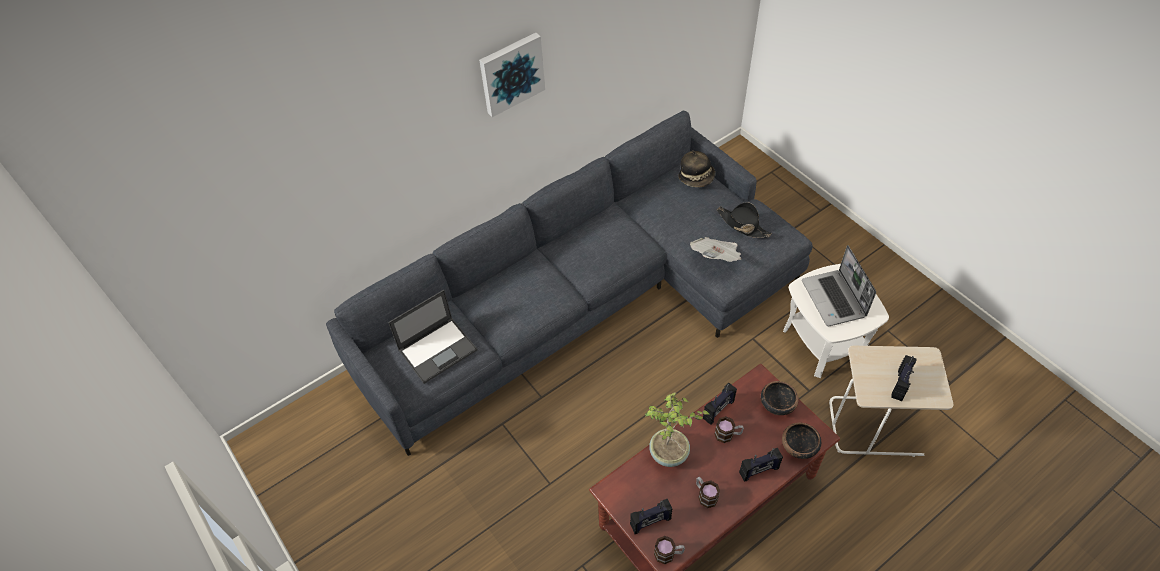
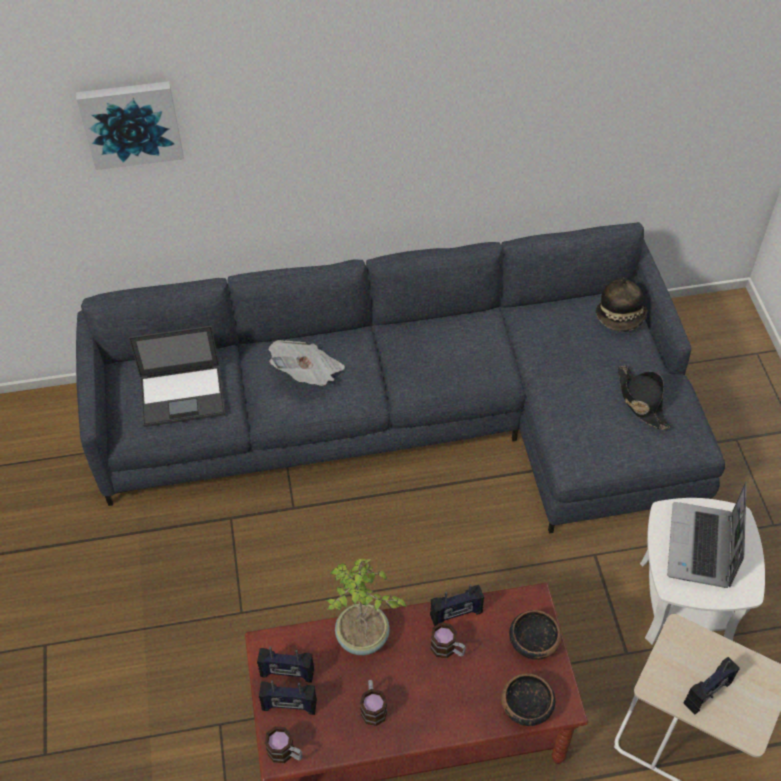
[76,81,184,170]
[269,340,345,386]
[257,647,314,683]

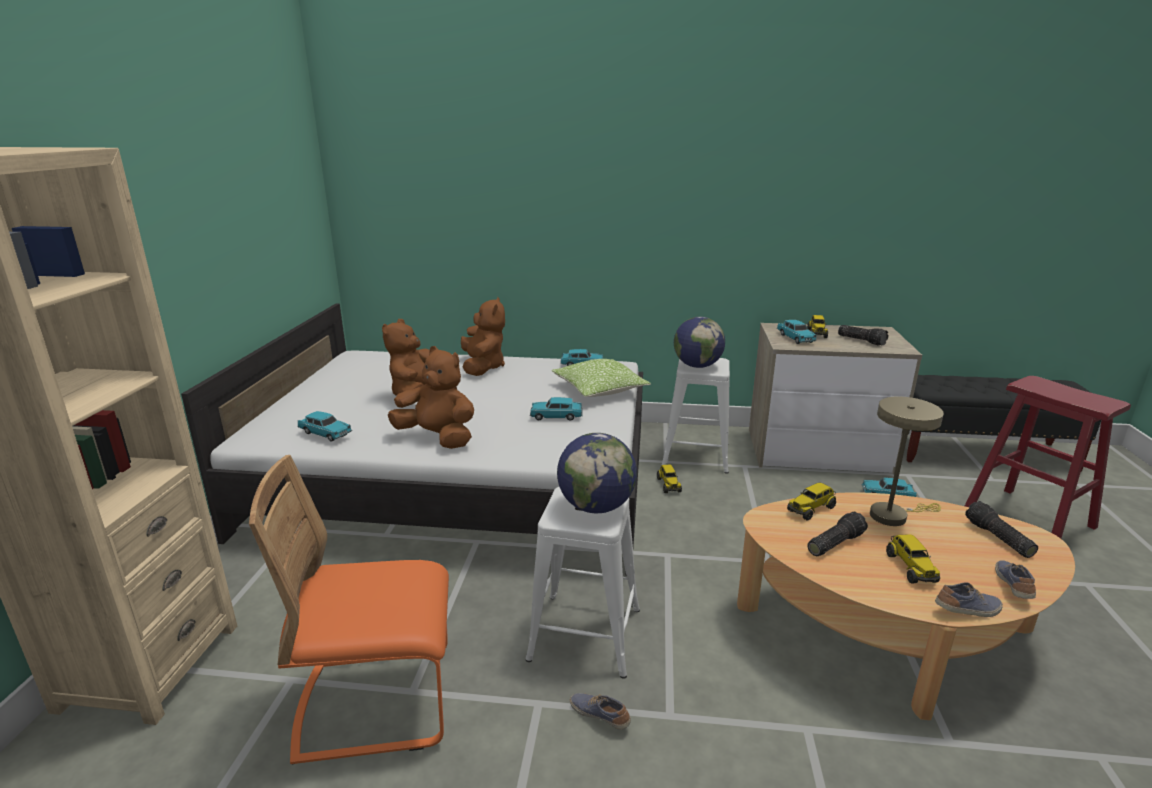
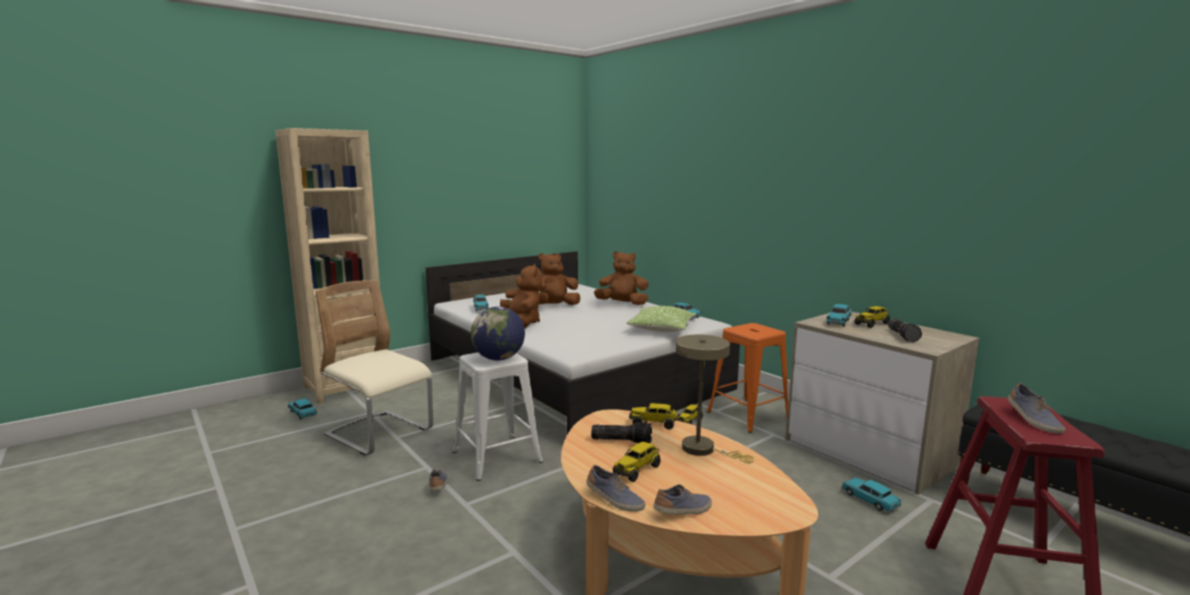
[674,317,725,368] (first image)
[965,501,1038,558] (first image)
[1008,383,1066,434]
[288,399,317,419]
[315,280,433,456]
[707,323,788,433]
[594,251,649,305]

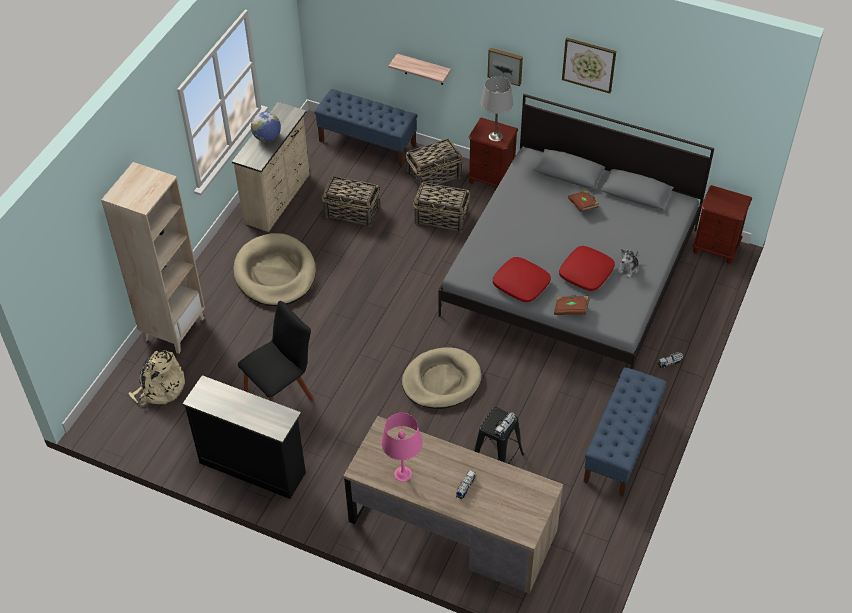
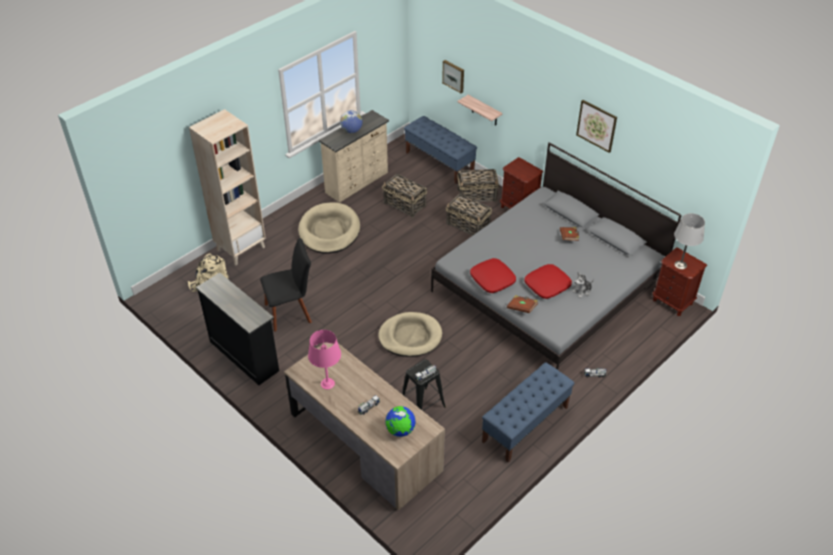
[385,406,416,437]
[674,213,705,269]
[442,60,464,93]

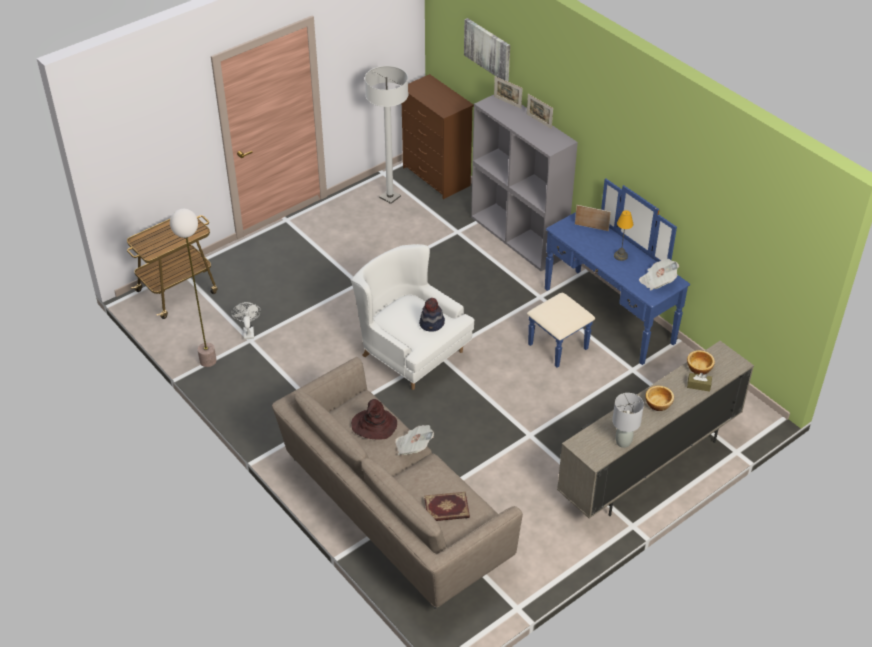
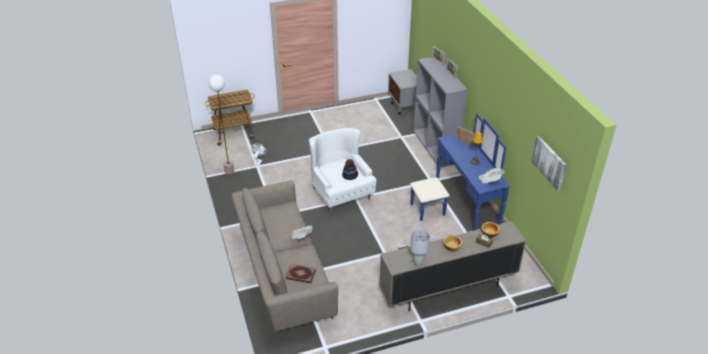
[351,399,397,440] (first image)
[365,66,408,204] (first image)
[531,136,566,191]
[388,69,417,114]

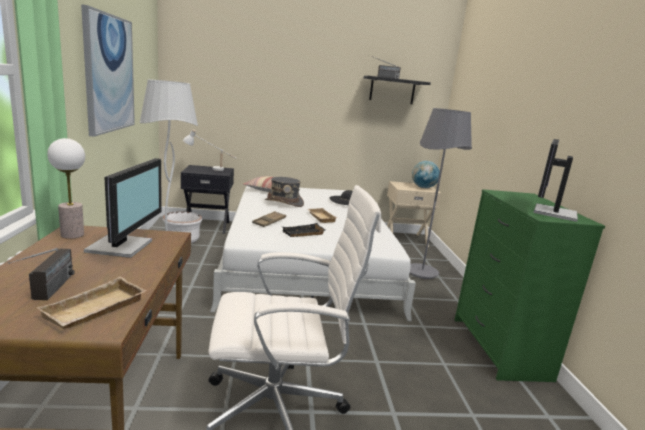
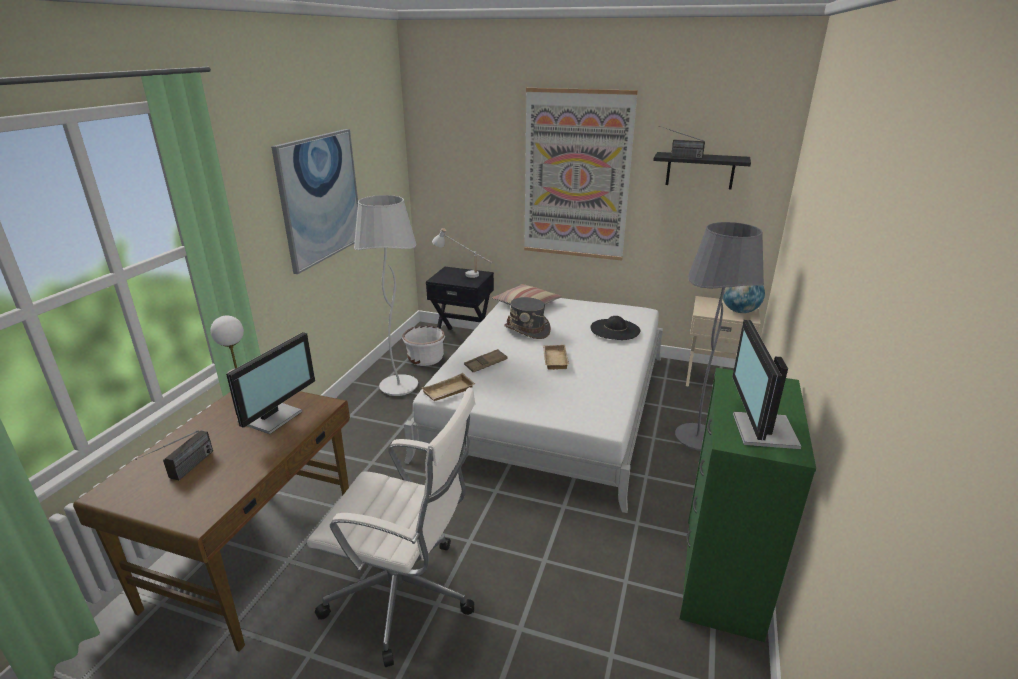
[282,223,325,237] (first image)
[524,88,638,261]
[422,373,475,401]
[732,320,801,449]

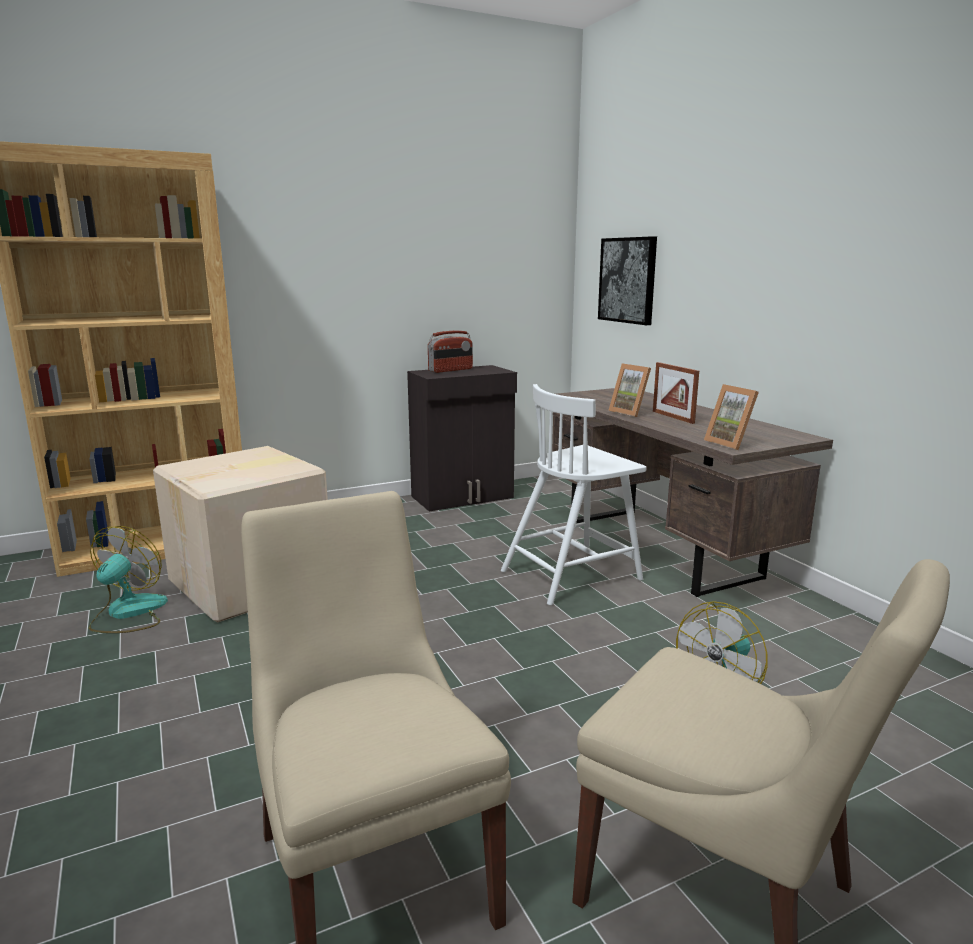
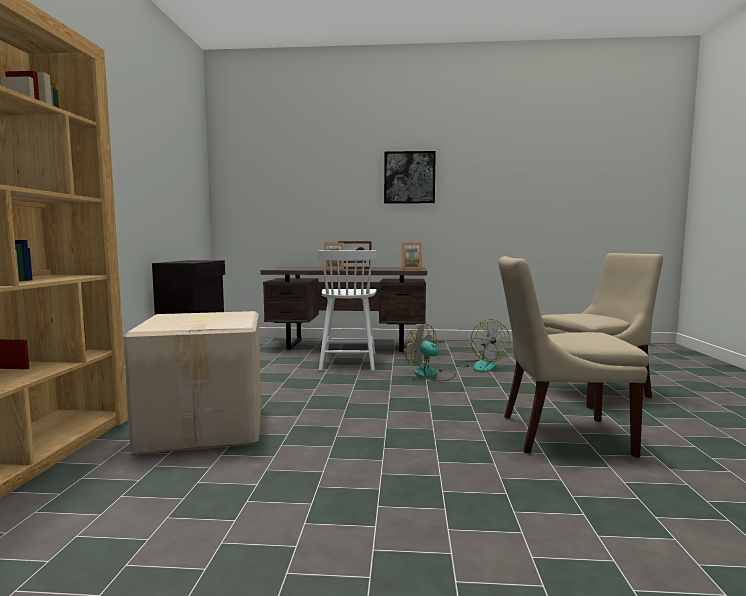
[428,331,473,373] (first image)
[404,324,456,381]
[384,151,436,204]

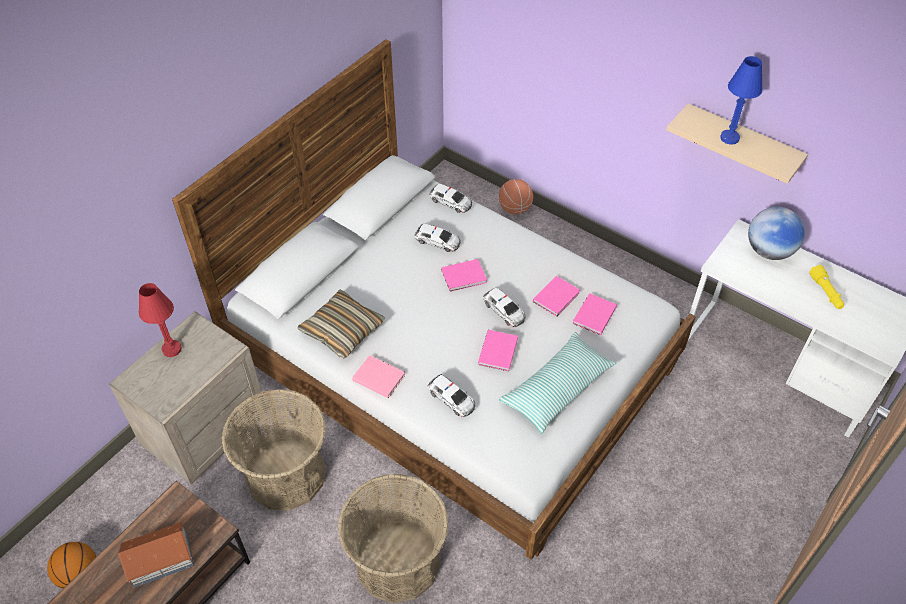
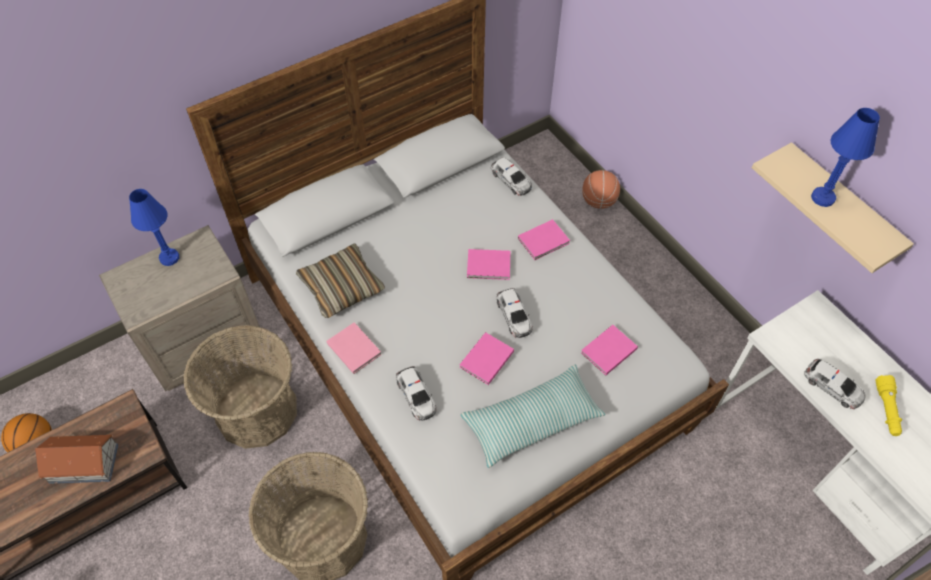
[748,207,805,260] (first image)
[804,359,865,409]
[518,219,570,260]
[129,189,179,266]

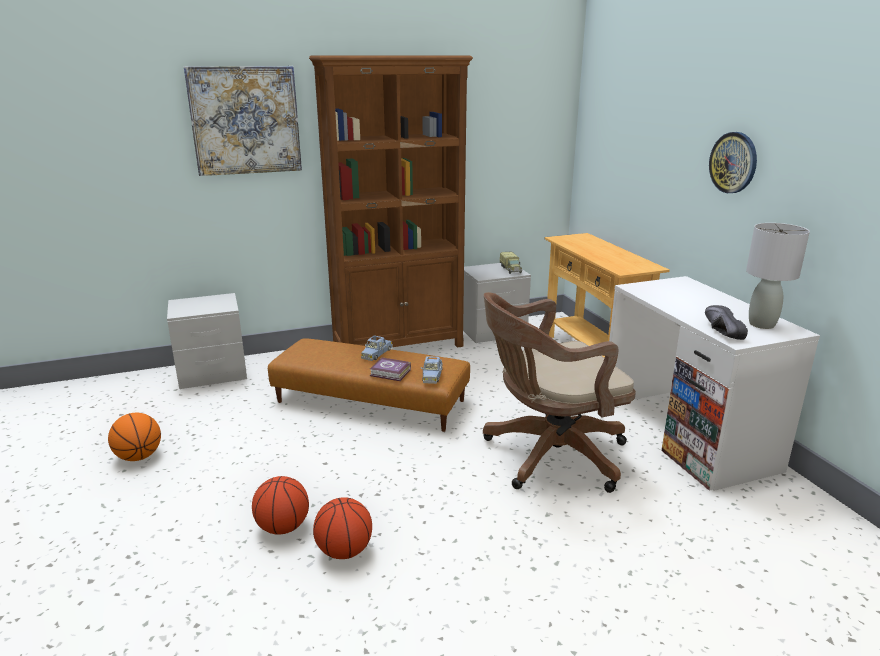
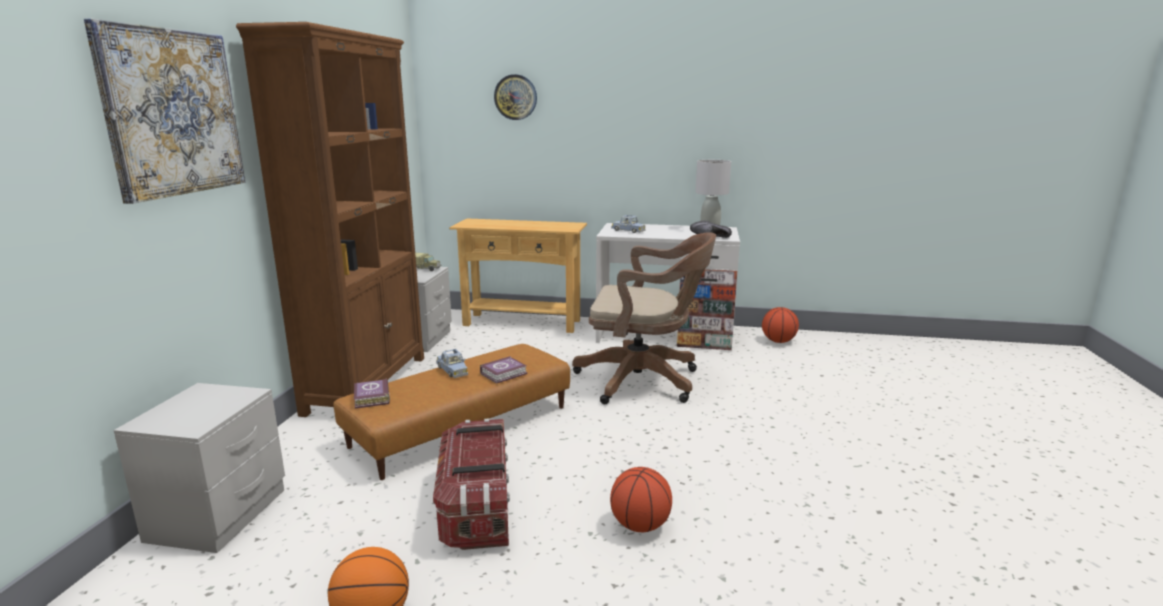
[354,378,390,408]
[433,418,510,550]
[762,307,799,343]
[611,215,646,233]
[494,74,537,120]
[572,232,716,404]

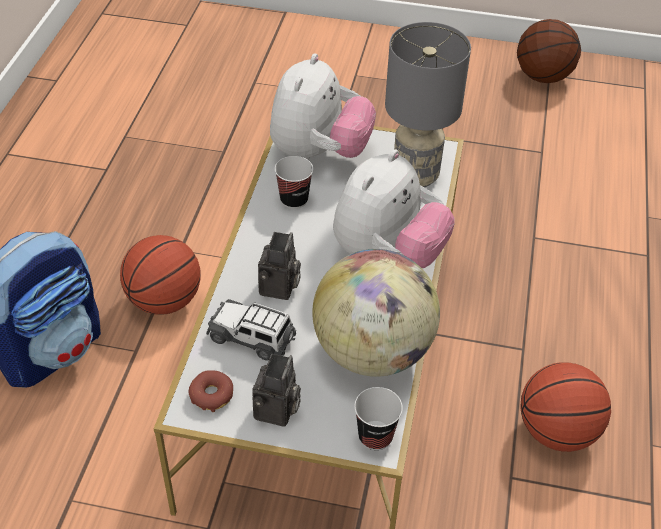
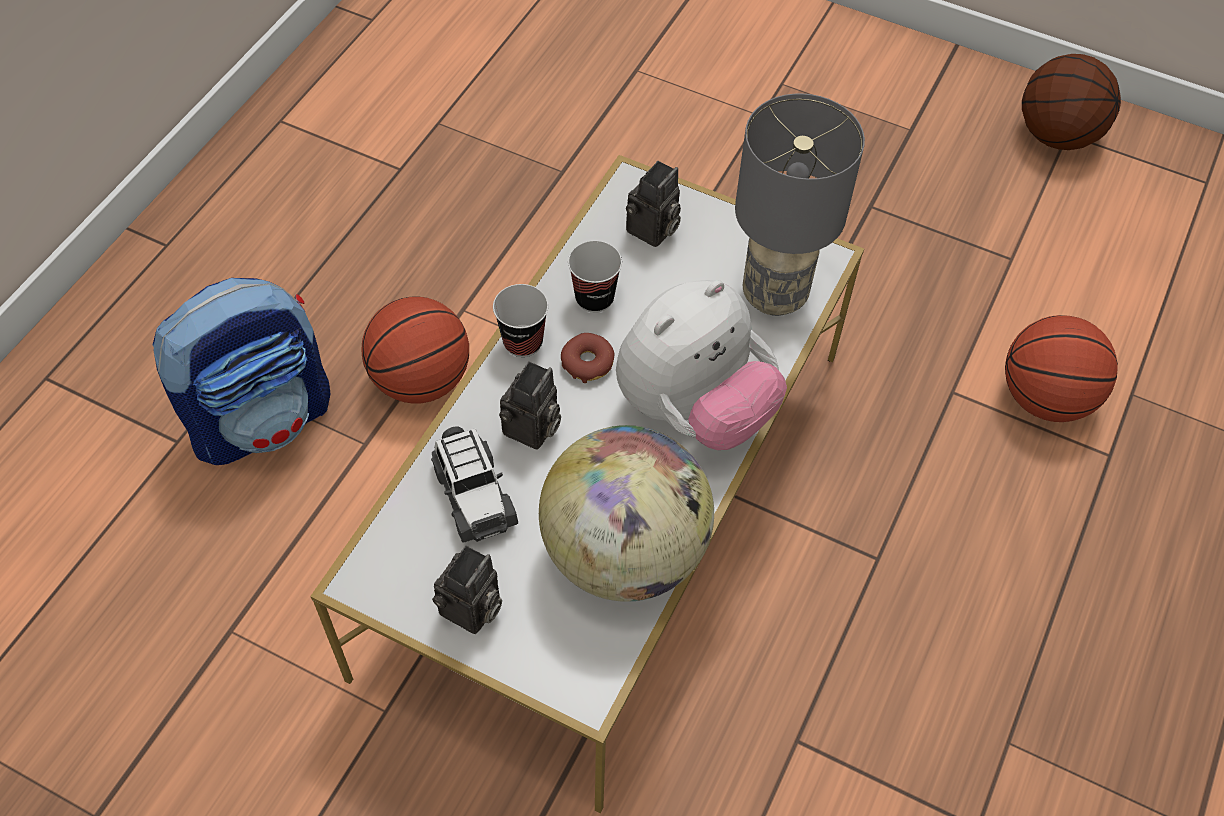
[561,333,614,383]
[493,284,549,357]
[1005,315,1118,422]
[626,161,681,247]
[431,426,518,542]

